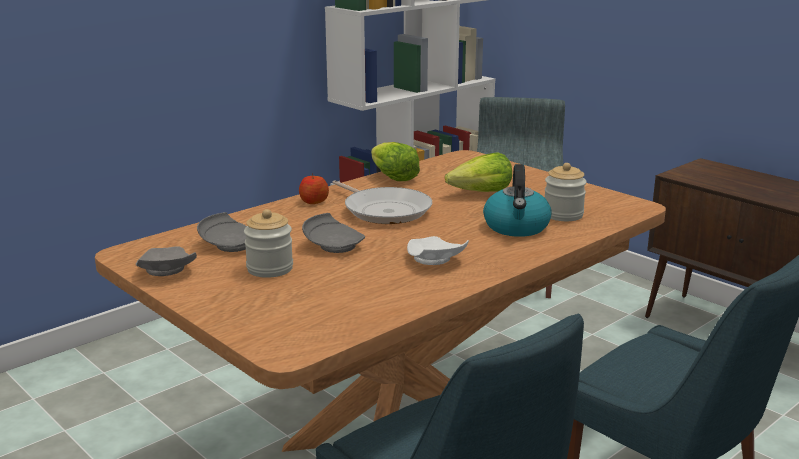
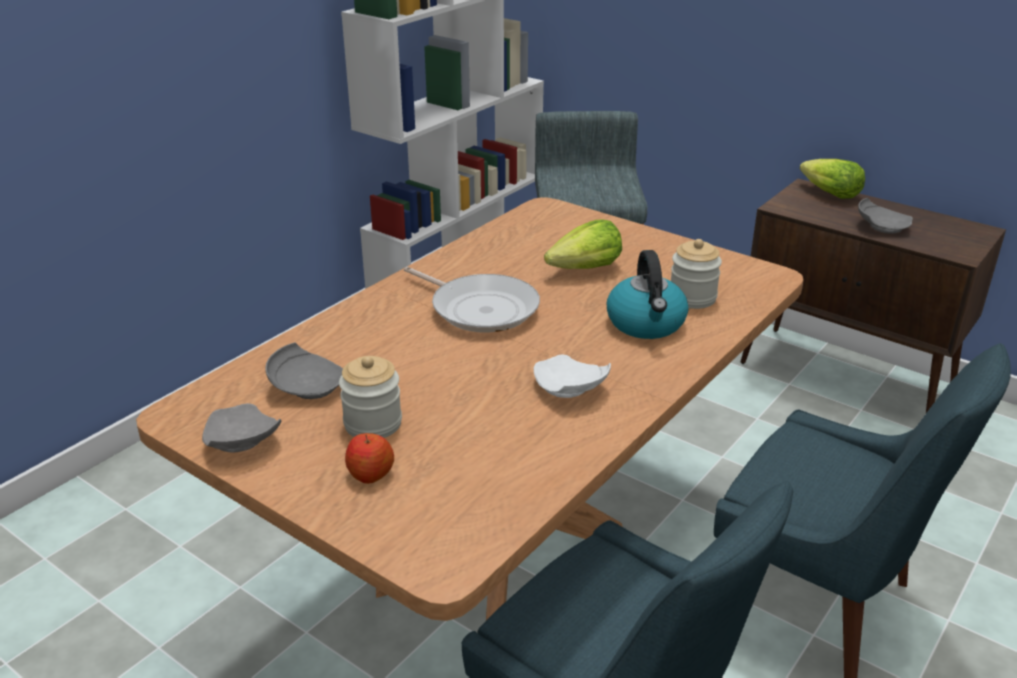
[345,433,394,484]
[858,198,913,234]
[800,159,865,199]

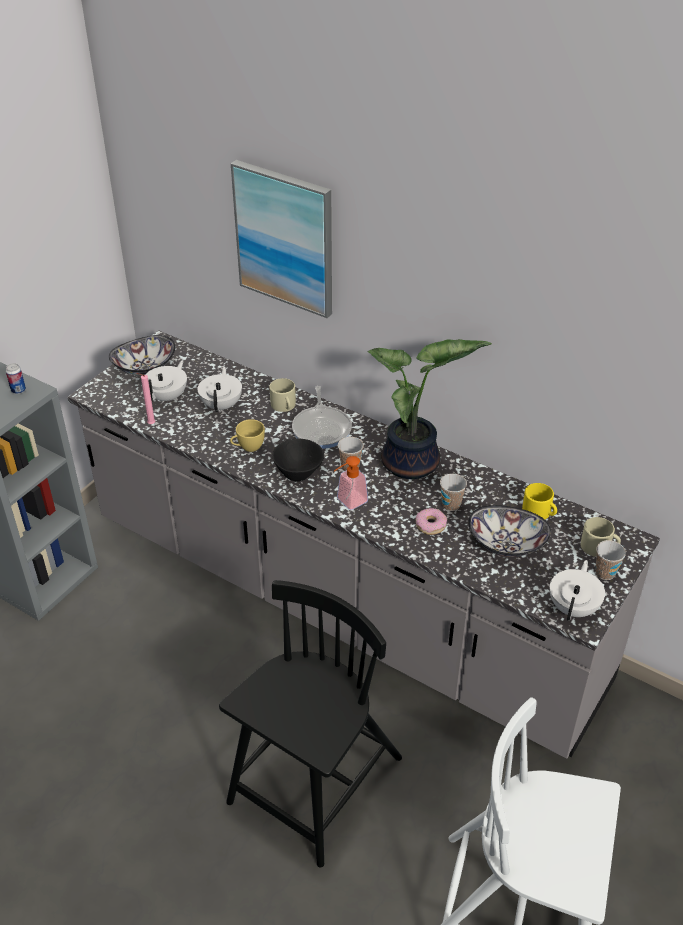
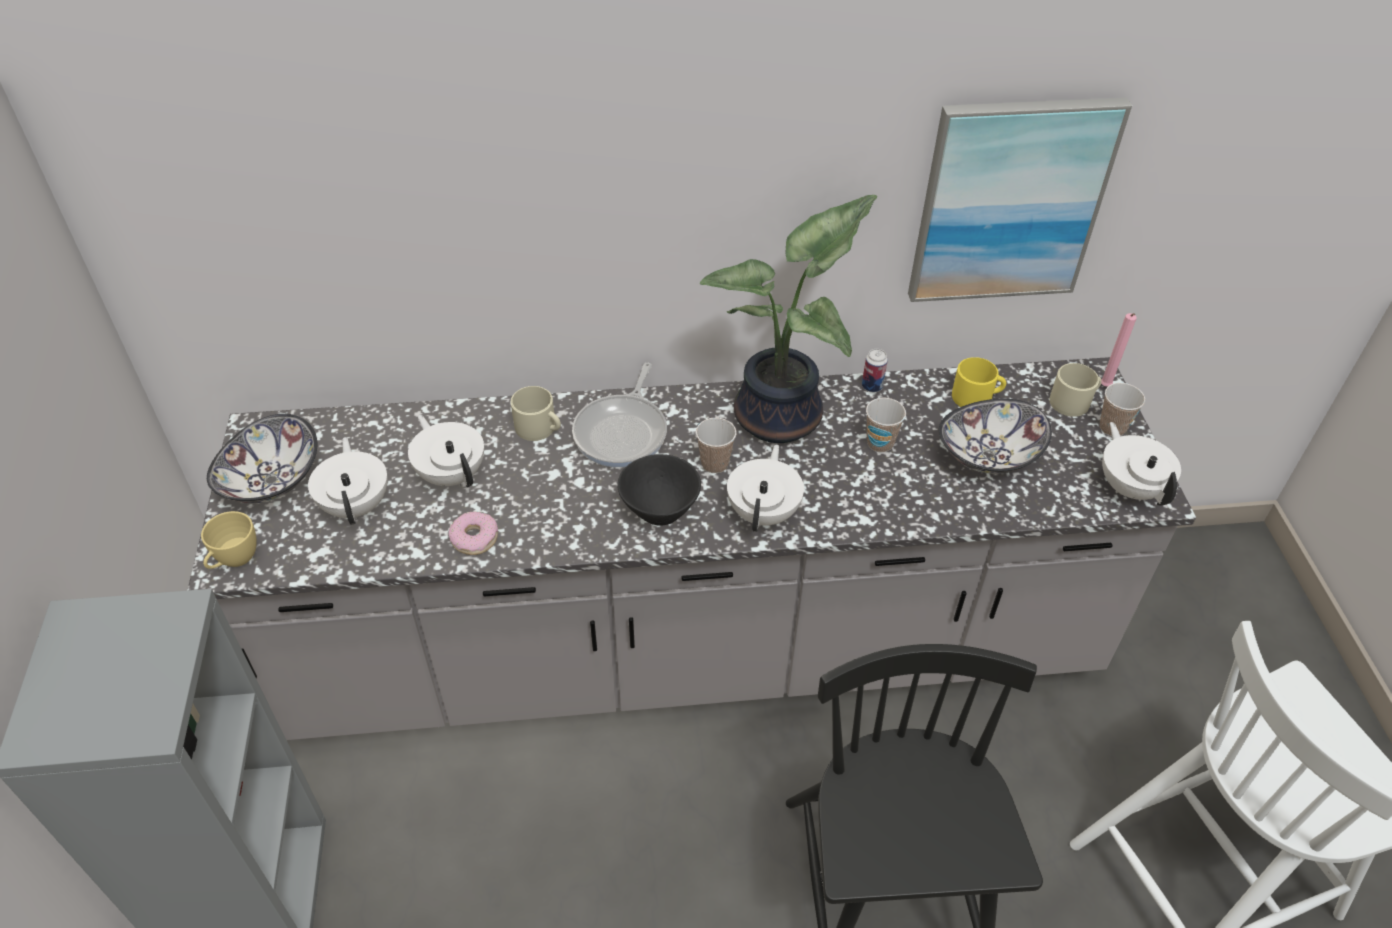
[862,349,888,393]
[1101,313,1137,387]
[201,511,257,569]
[908,97,1132,302]
[449,512,498,555]
[727,444,804,532]
[572,363,667,467]

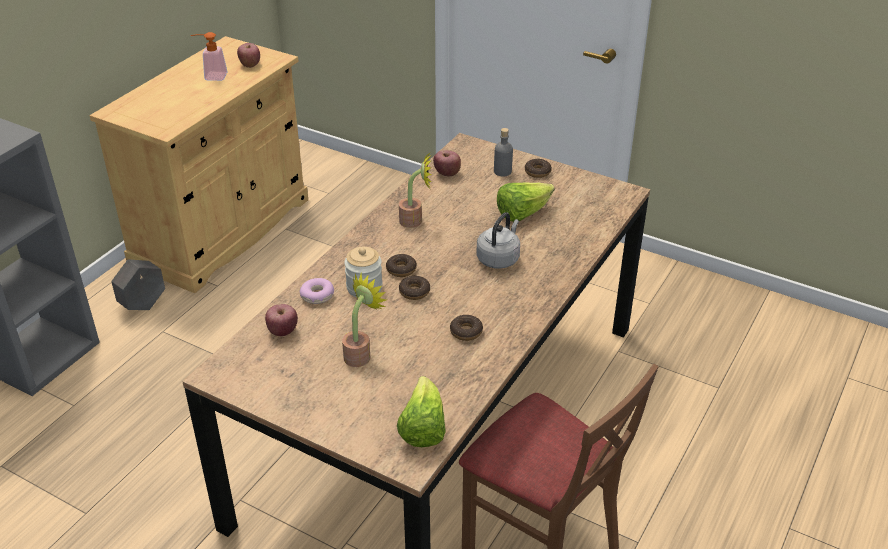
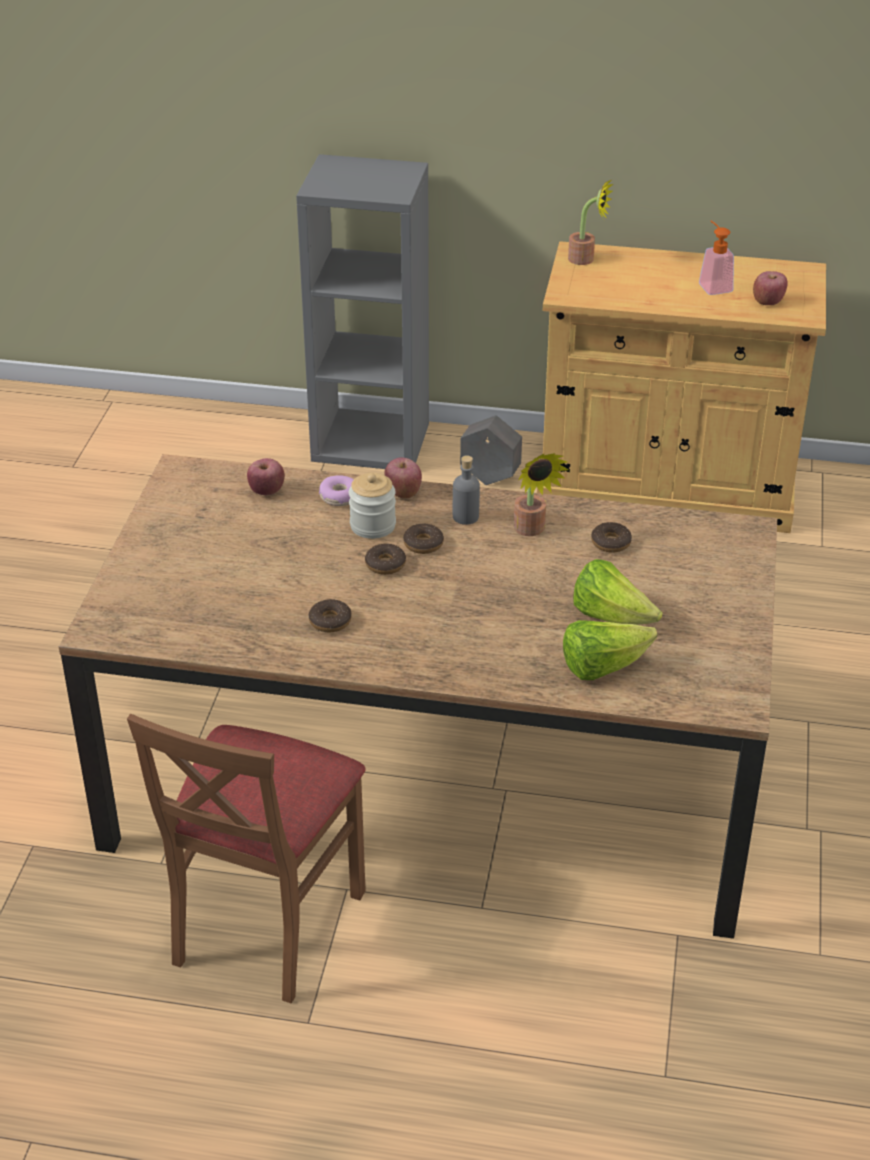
[476,212,520,269] (first image)
[568,179,613,265]
[563,620,657,680]
[385,458,422,499]
[453,455,480,525]
[591,522,632,553]

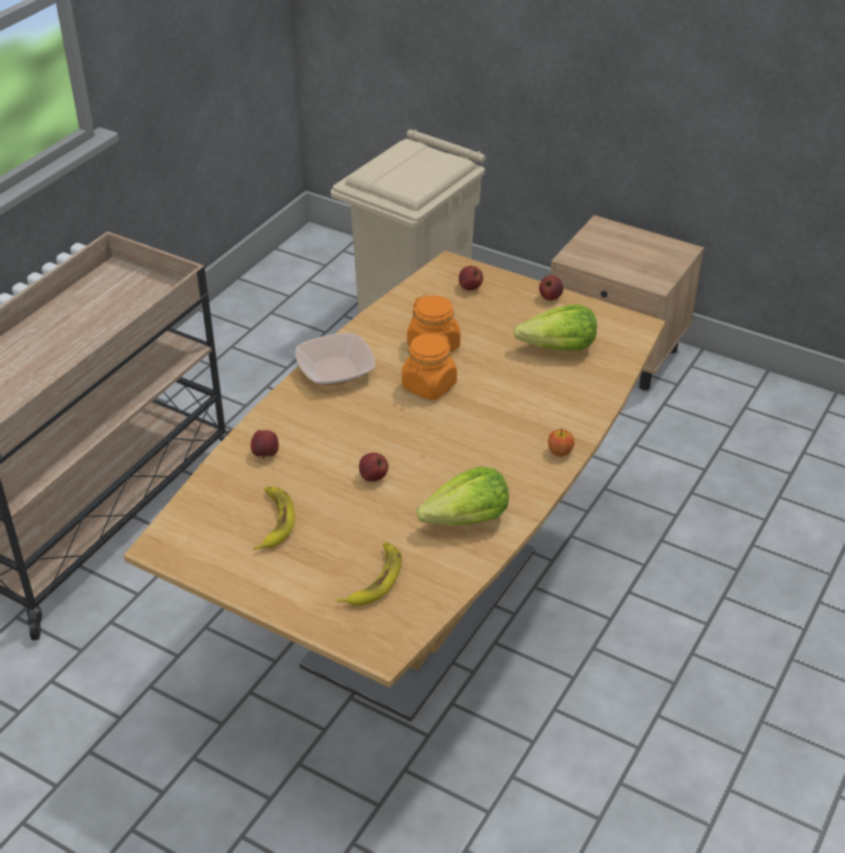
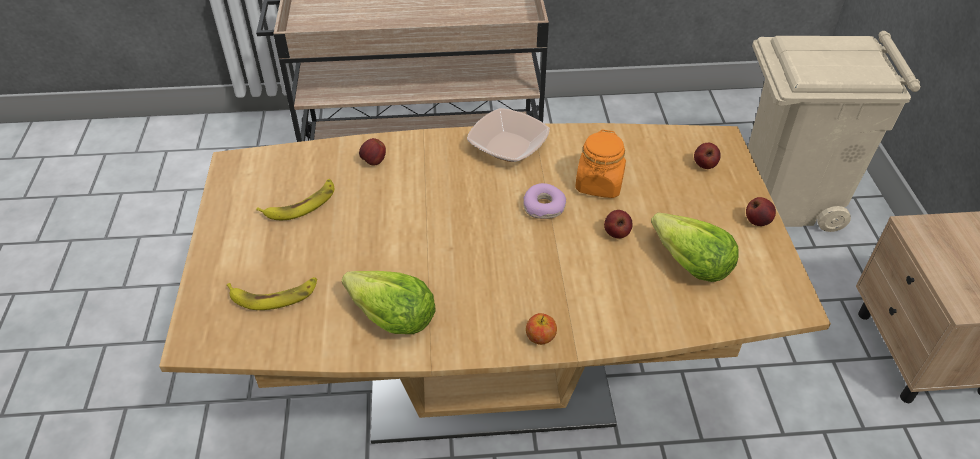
[604,210,633,239]
[523,183,566,219]

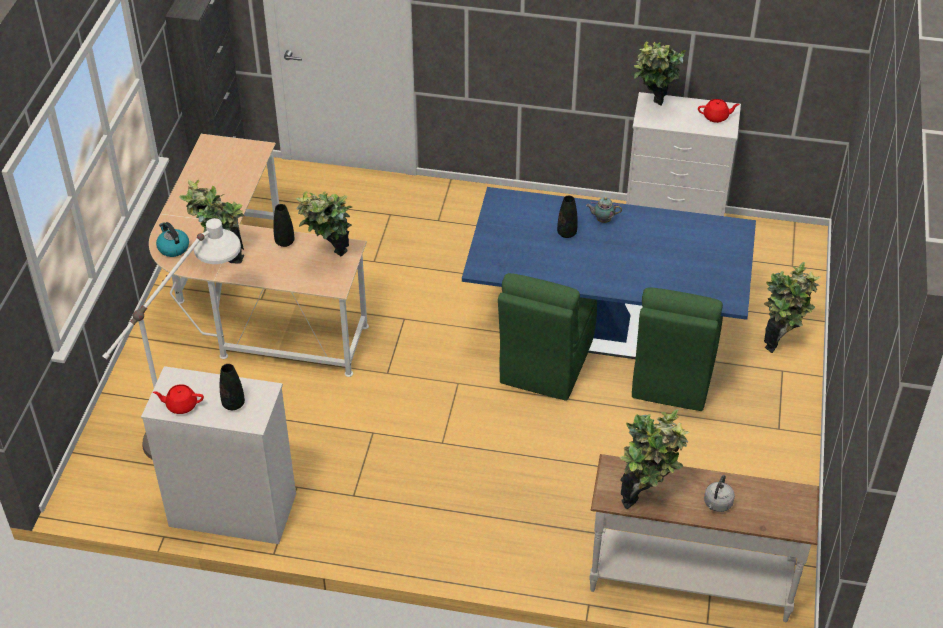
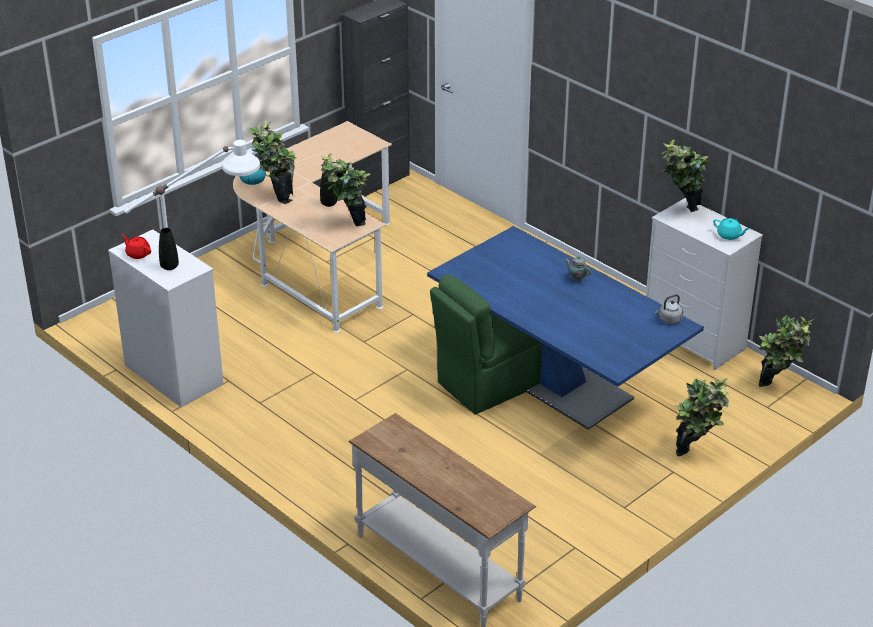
[557,196,578,238] (first image)
[632,287,723,411] (first image)
[759,315,815,387]
[655,294,683,324]
[713,218,749,240]

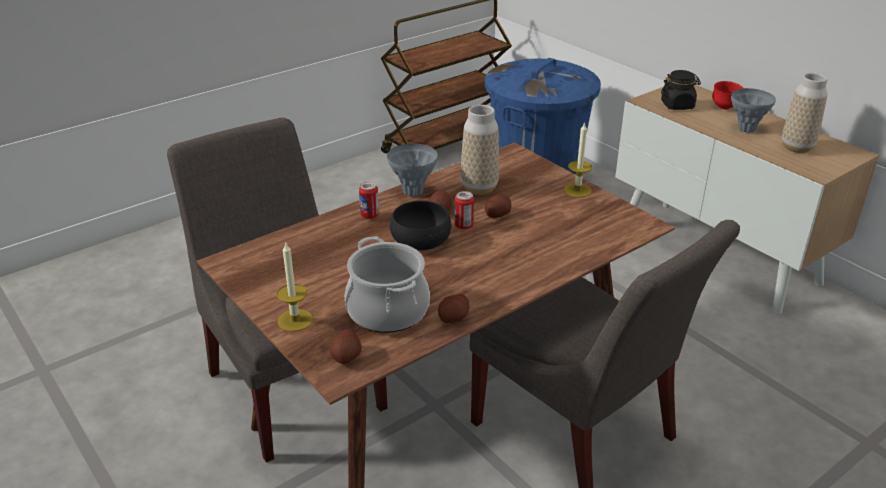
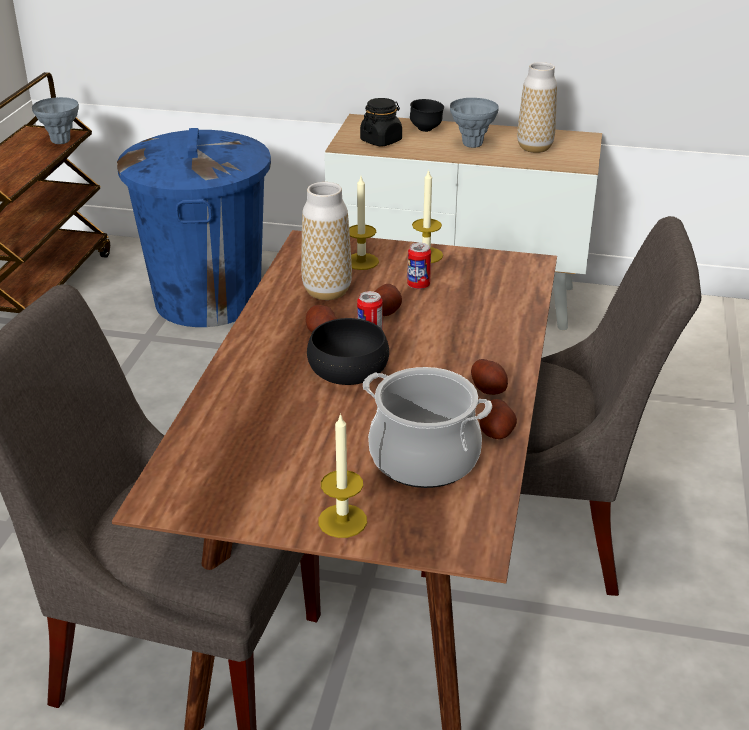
[349,176,379,270]
[471,359,508,395]
[407,243,431,289]
[32,97,79,144]
[410,99,444,132]

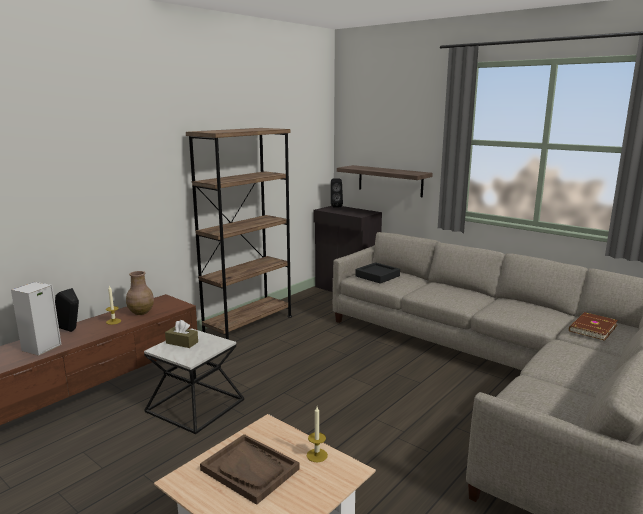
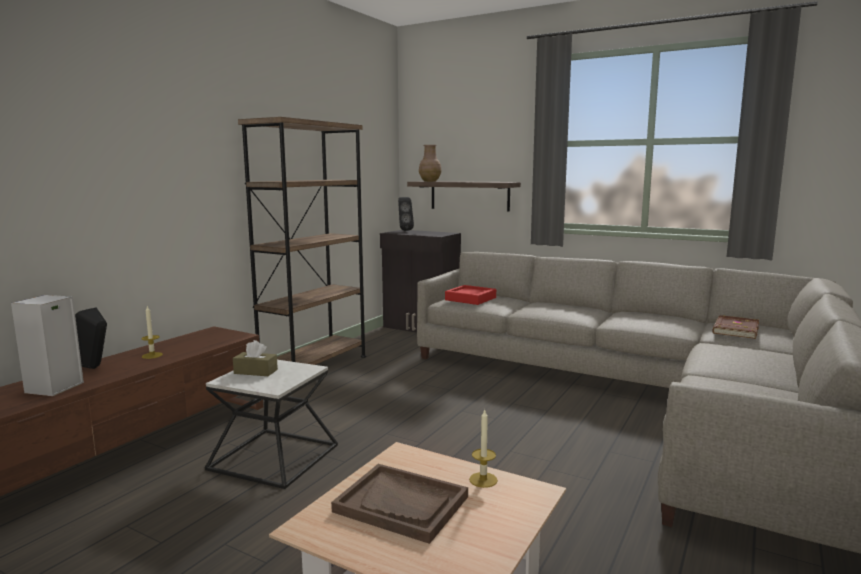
[419,145,442,182]
[445,285,496,305]

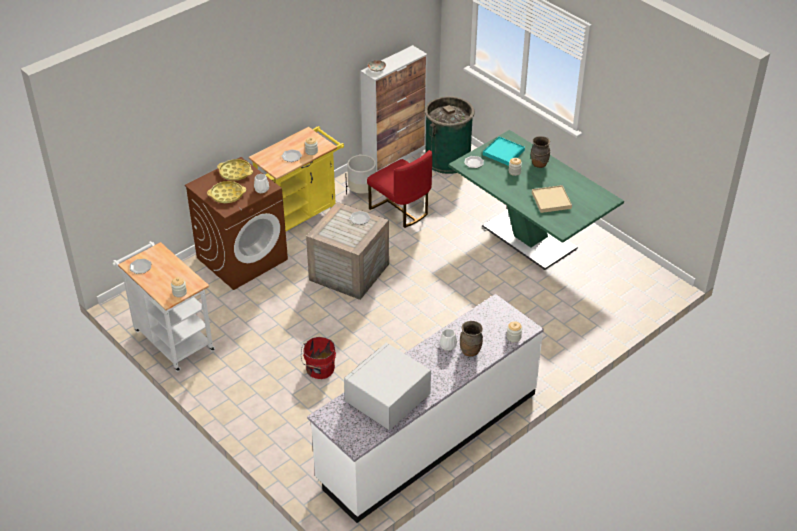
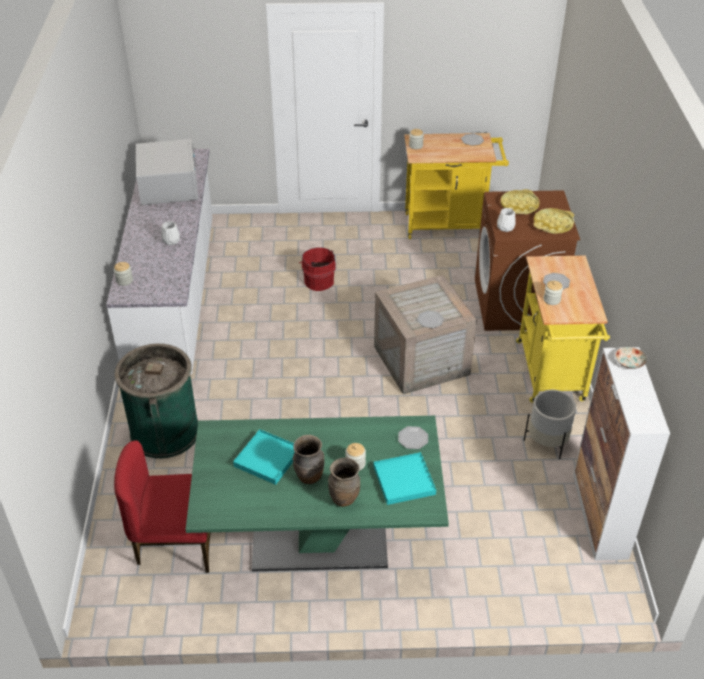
[114,440,211,573]
[114,344,198,459]
[293,435,324,484]
[405,133,509,239]
[233,429,295,485]

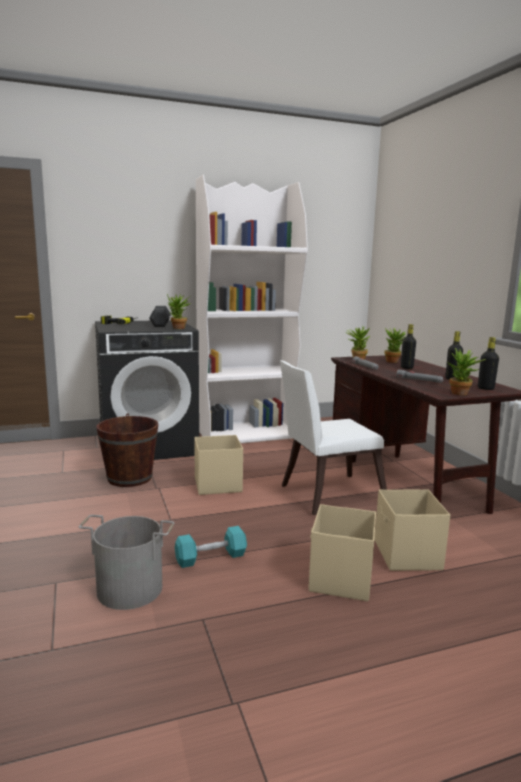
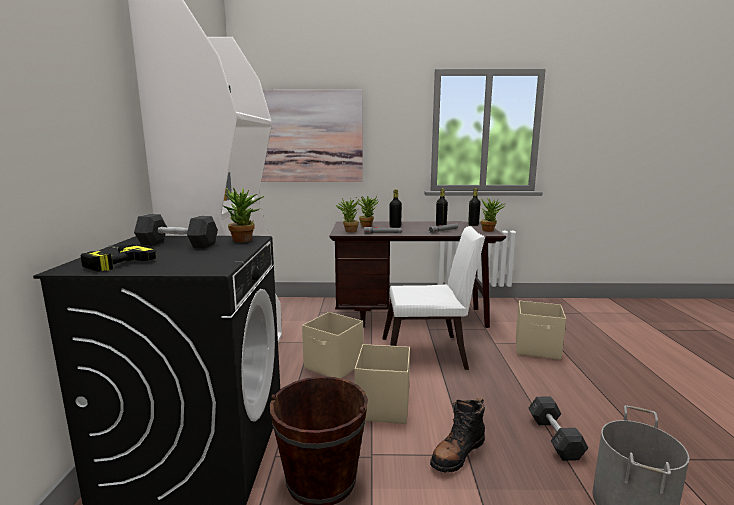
[261,90,363,182]
[430,398,485,472]
[302,312,363,378]
[528,396,588,461]
[382,226,485,370]

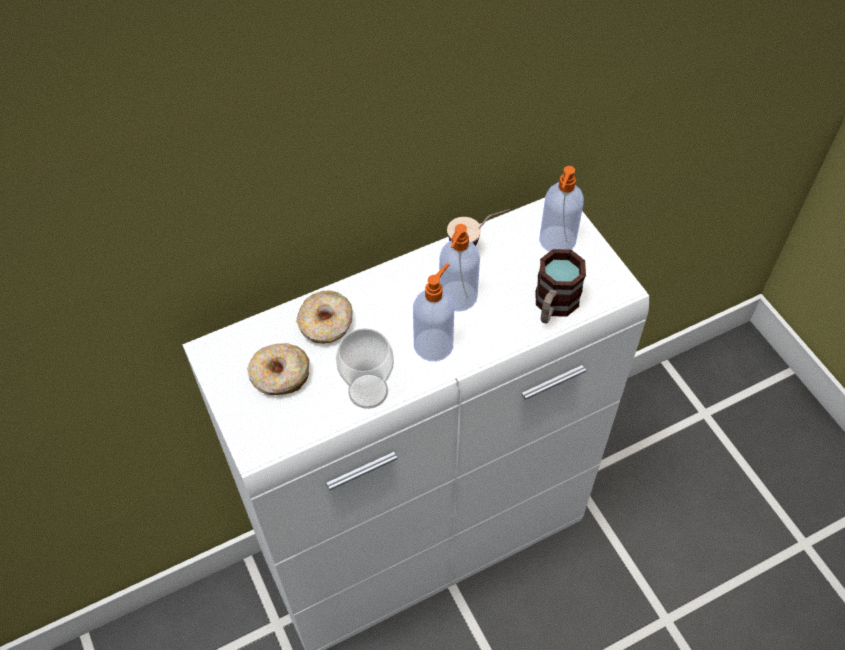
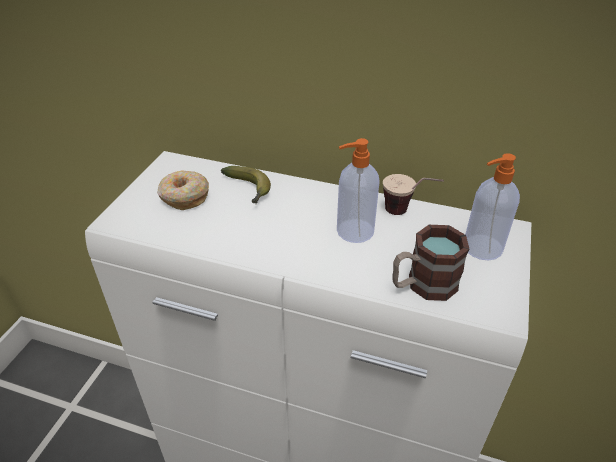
[336,328,394,409] (first image)
[413,263,455,361] (first image)
[221,166,271,204]

